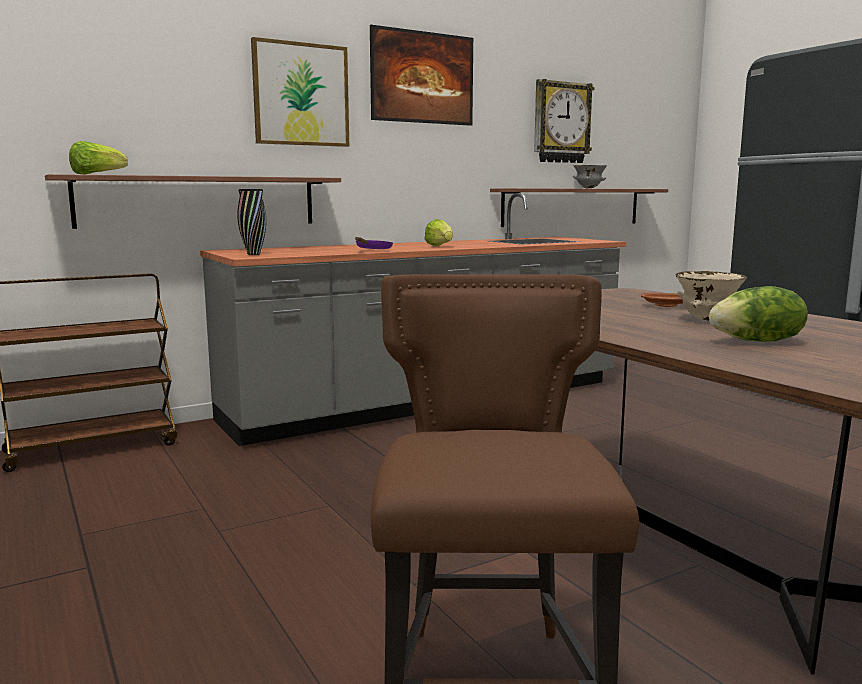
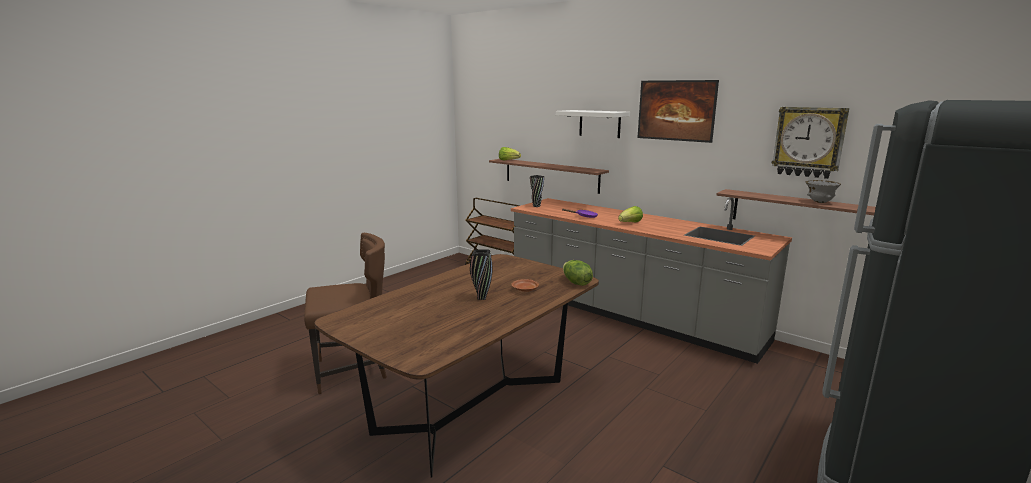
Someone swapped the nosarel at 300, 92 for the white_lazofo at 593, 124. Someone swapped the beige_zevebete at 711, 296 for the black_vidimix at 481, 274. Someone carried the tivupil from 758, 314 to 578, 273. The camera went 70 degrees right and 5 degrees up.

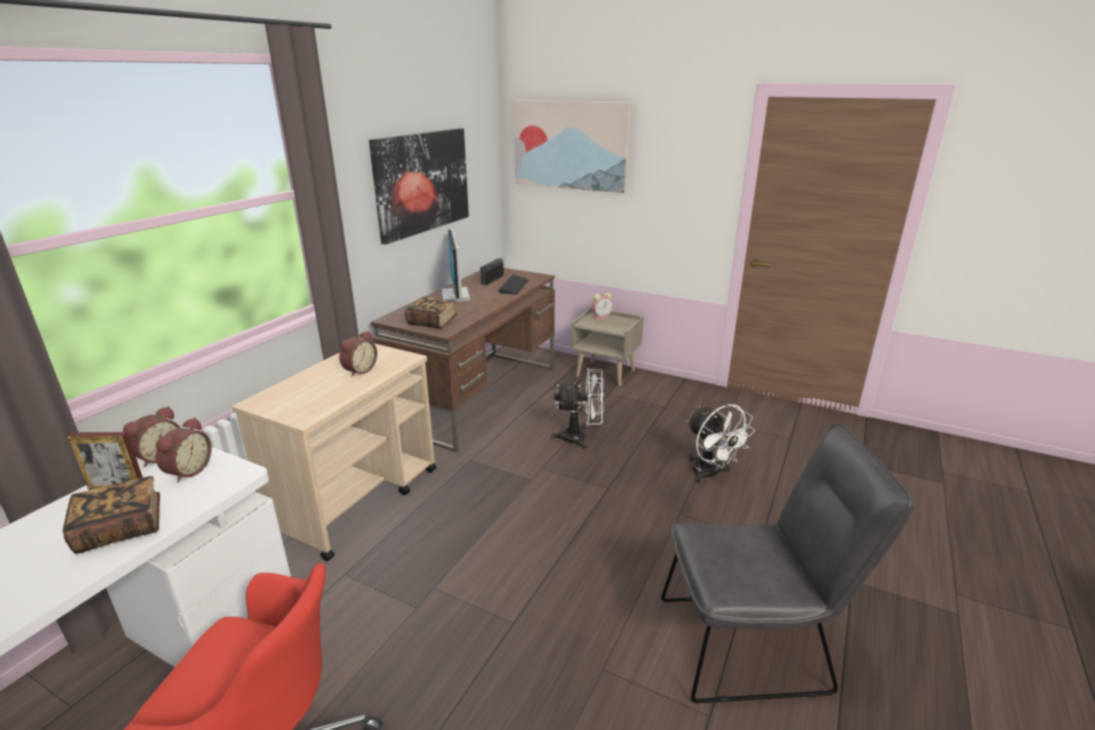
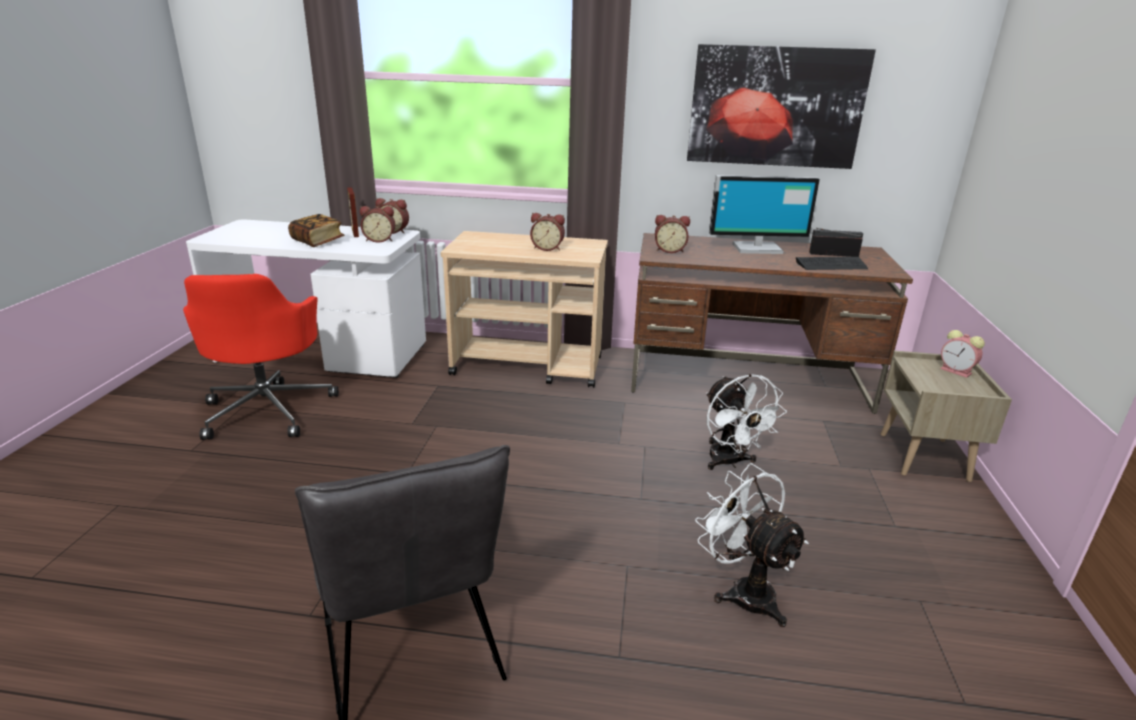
Someone took away the nosarel at 572, 146. Someone rotated the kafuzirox at 455, 265 by 150 degrees counterclockwise. Someone swapped the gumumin at 431, 313 for the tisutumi at 672, 234. Someone rotated the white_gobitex at 721, 444 by 105 degrees clockwise. The camera went 70 degrees right and 0 degrees up.

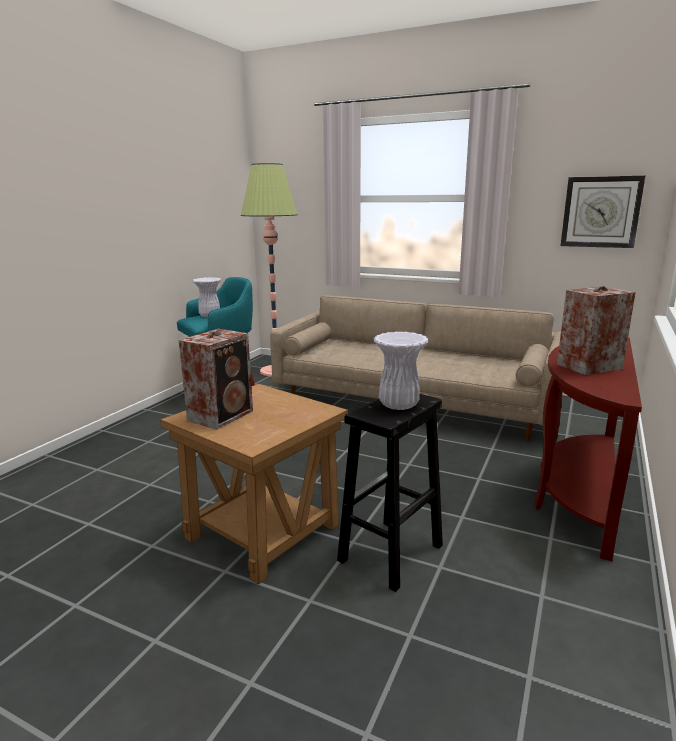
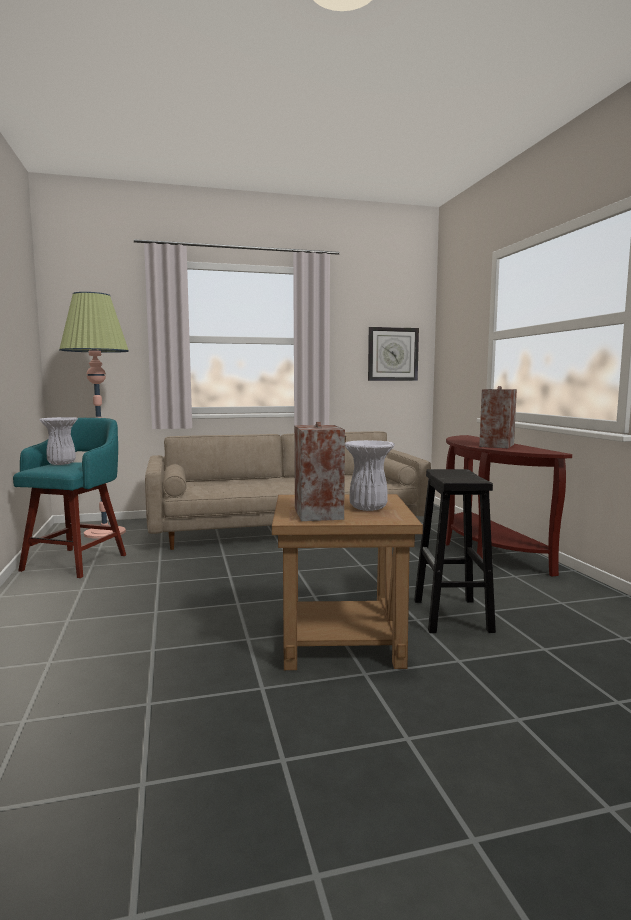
Someone carried the white_vidimix from 401, 371 to 370, 475. The camera went 40 degrees left and 10 degrees down.

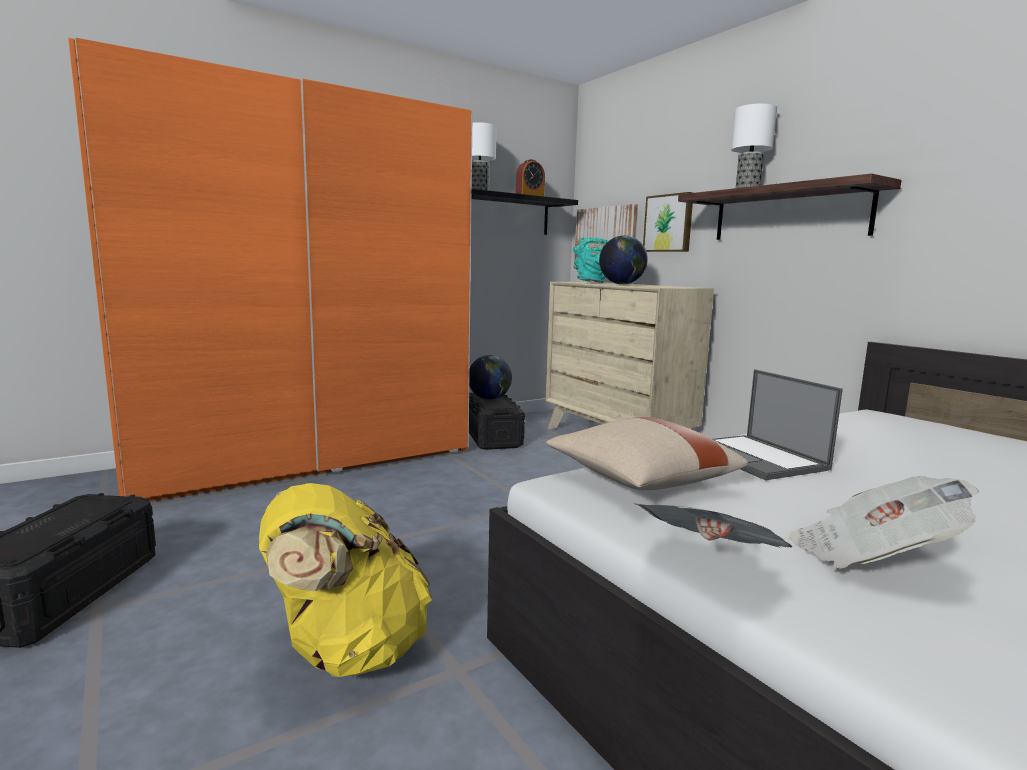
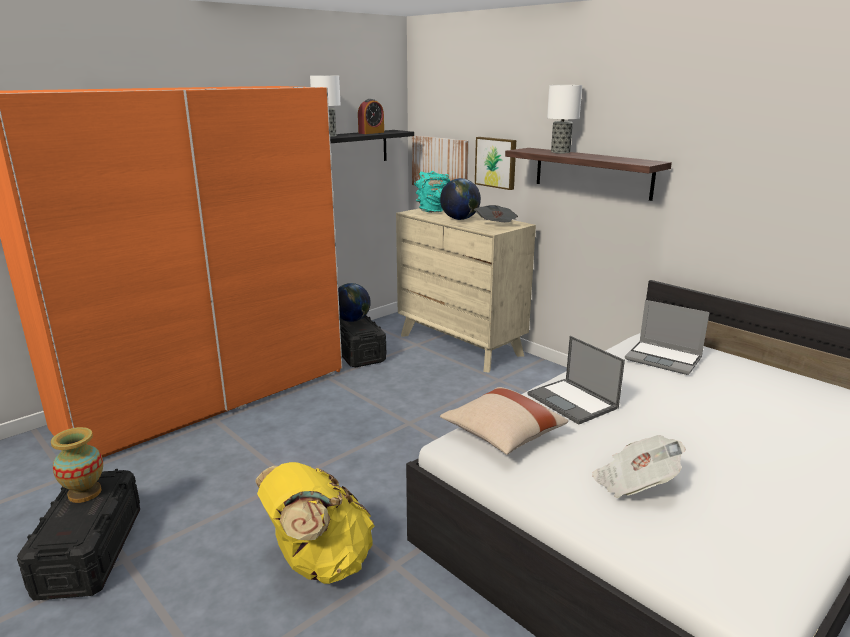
Someone carried the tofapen from 713, 525 to 496, 213. Someone put down the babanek at 667, 337. Someone put down the vidimix at 77, 465. The camera went 10 degrees left and 10 degrees up.

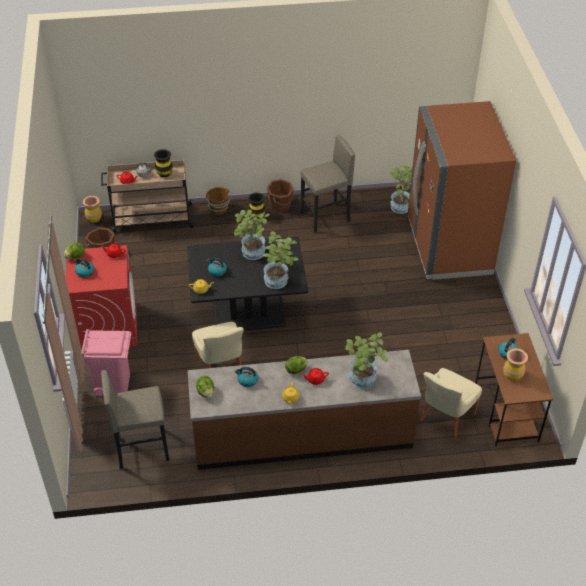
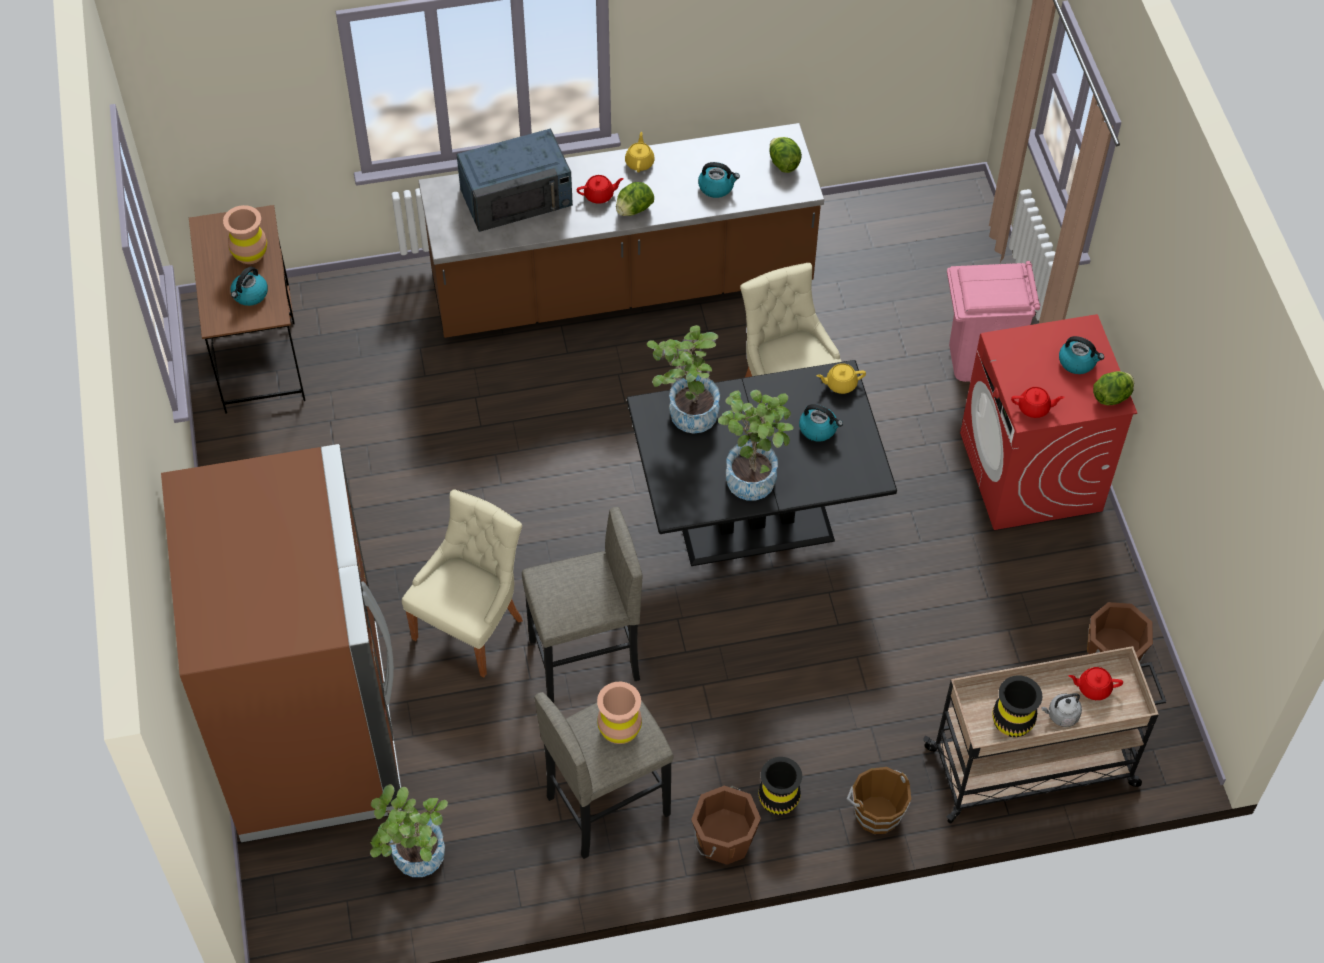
Someone carried the brown_vidimix from 92, 209 to 619, 713. Someone swapped the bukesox at 366, 360 for the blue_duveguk at 515, 180. Someone carried the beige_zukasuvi from 451, 403 to 462, 583. Someone carried the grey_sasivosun from 135, 419 to 582, 605. The camera went 175 degrees right and 10 degrees up.

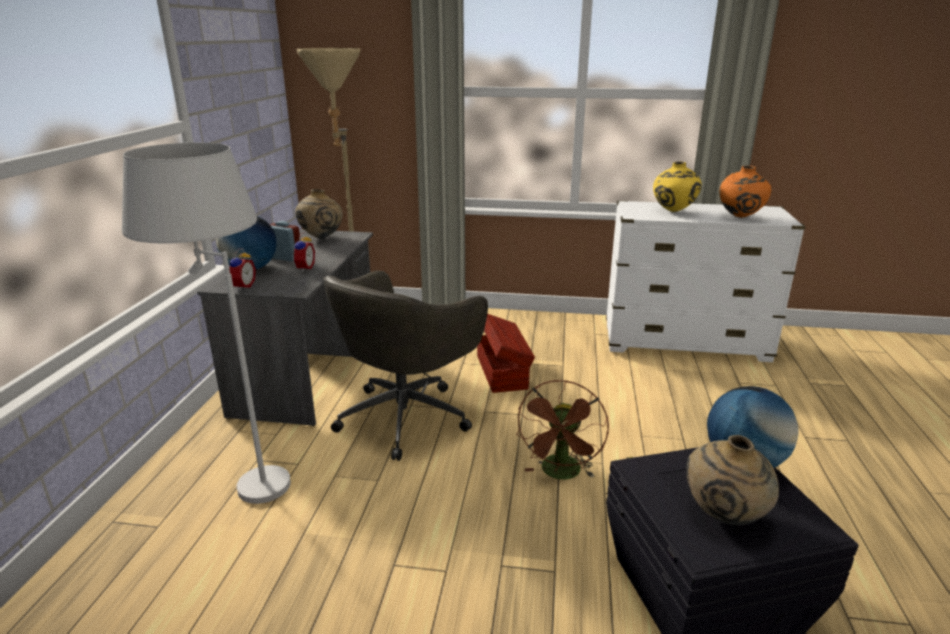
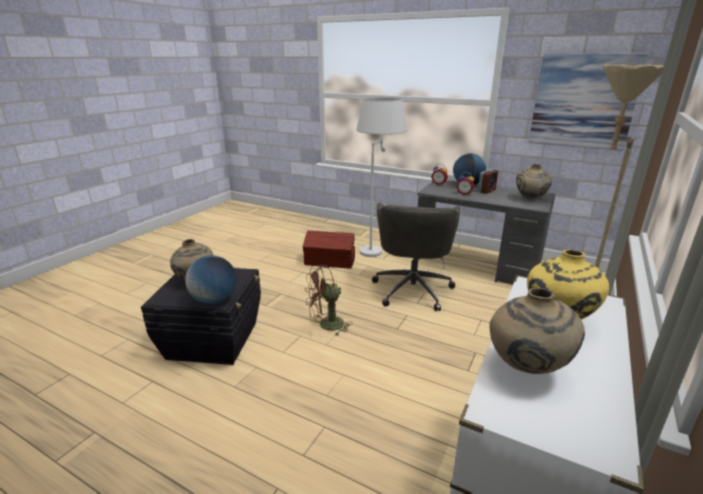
Someone repainted the orange_vidimix at 745, 192, which became the beige_vidimix at 537, 331. Someone rotated the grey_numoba at 405, 366 by 135 degrees counterclockwise. Someone carried the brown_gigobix from 506, 353 to 329, 250. Someone rotated the brown_gobitex at 562, 429 by 60 degrees counterclockwise. Someone put up the nosarel at 589, 102. The camera went 110 degrees right and 0 degrees up.

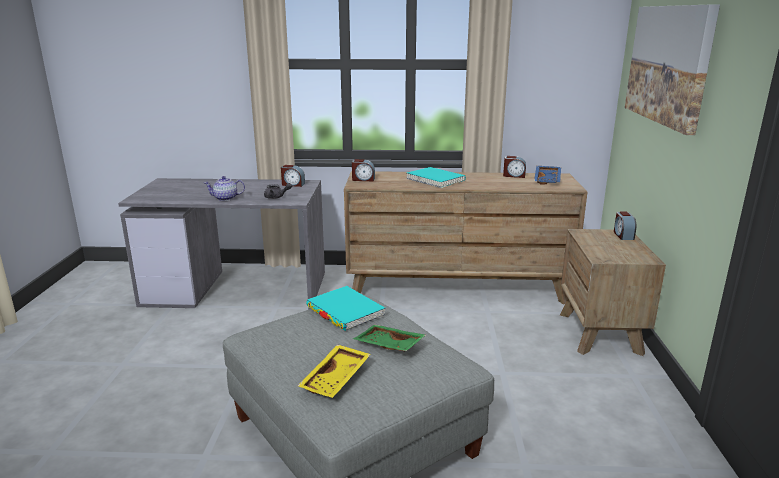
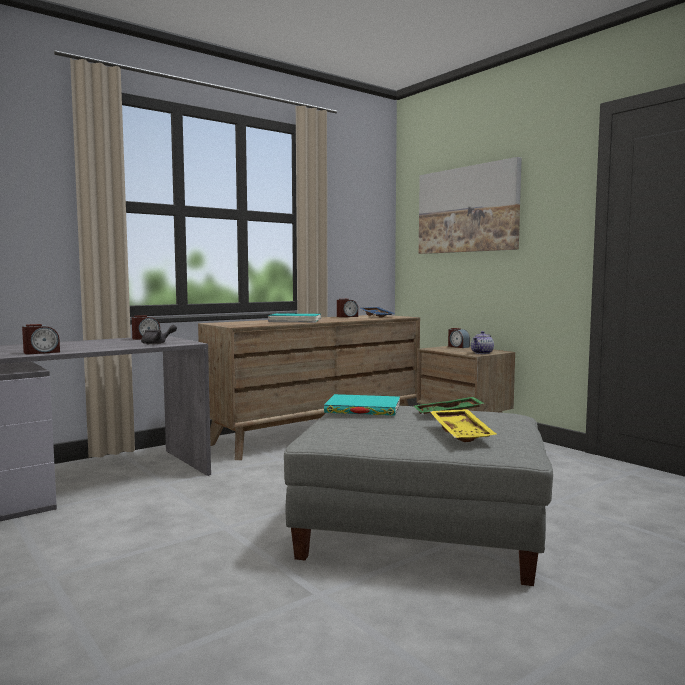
Someone carried the tisutumi from 363, 170 to 41, 339. Someone carried the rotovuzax from 224, 188 to 482, 342. The camera went 40 degrees left and 15 degrees down.

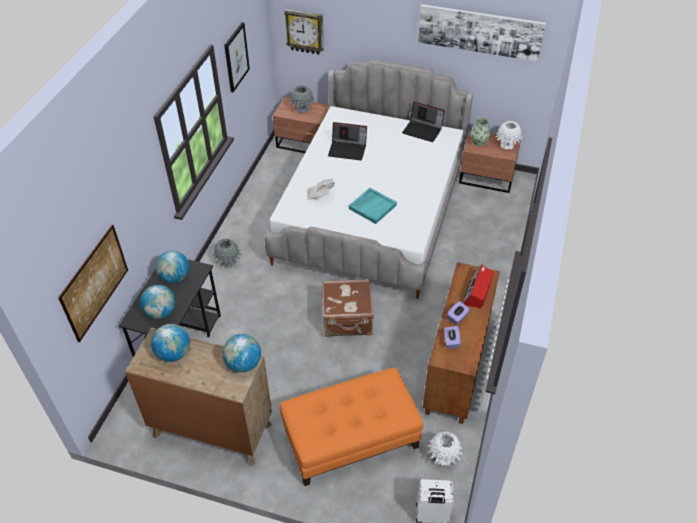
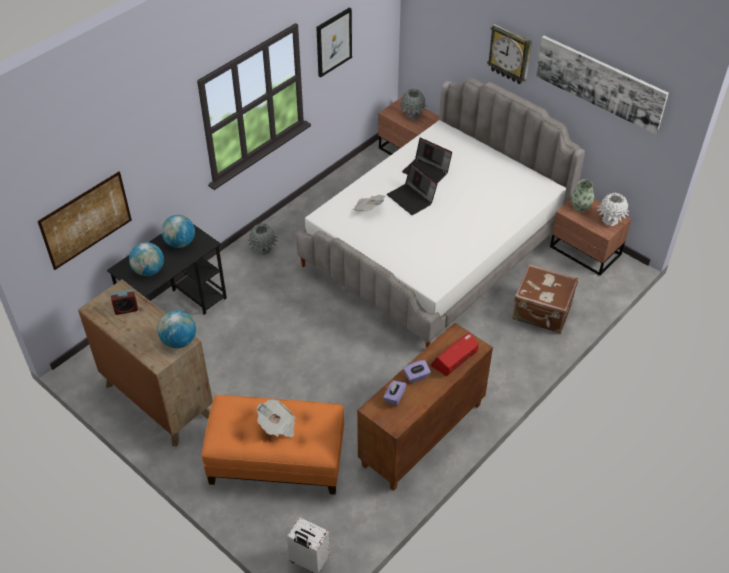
Someone carried the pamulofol from 304, 32 to 509, 54. Someone carried the babanek from 423, 122 to 412, 189. Someone took away the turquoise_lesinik at 373, 206. Someone carried the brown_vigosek from 348, 308 to 545, 299. Someone swapped the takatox at 170, 343 for the tisutumi at 124, 302. Someone took away the white_vidimix at 445, 449. Someone put down the tofapen at 276, 418. The camera went 25 degrees right and 0 degrees up.

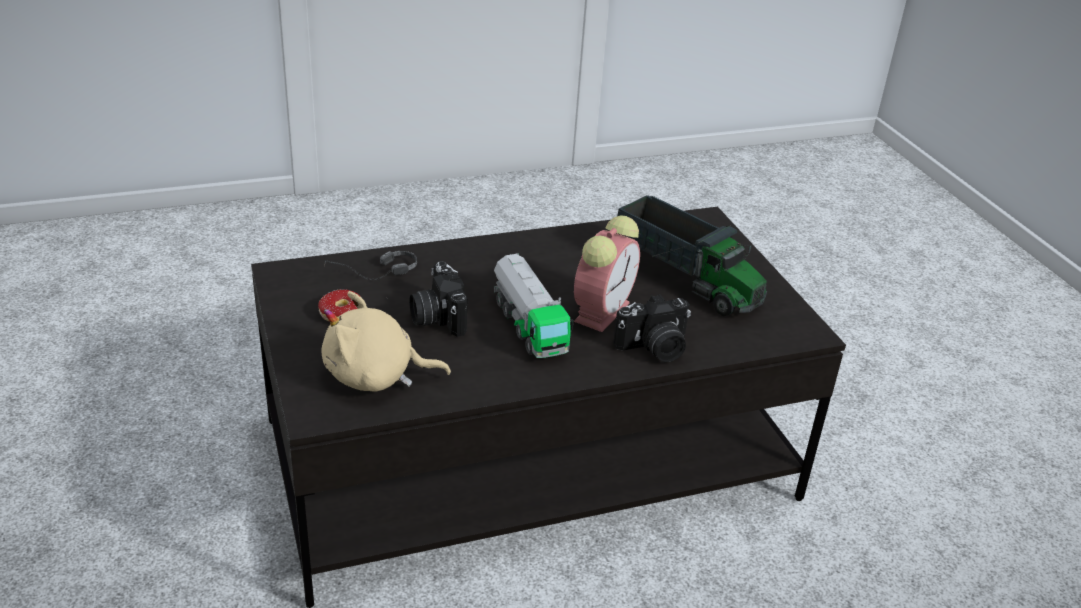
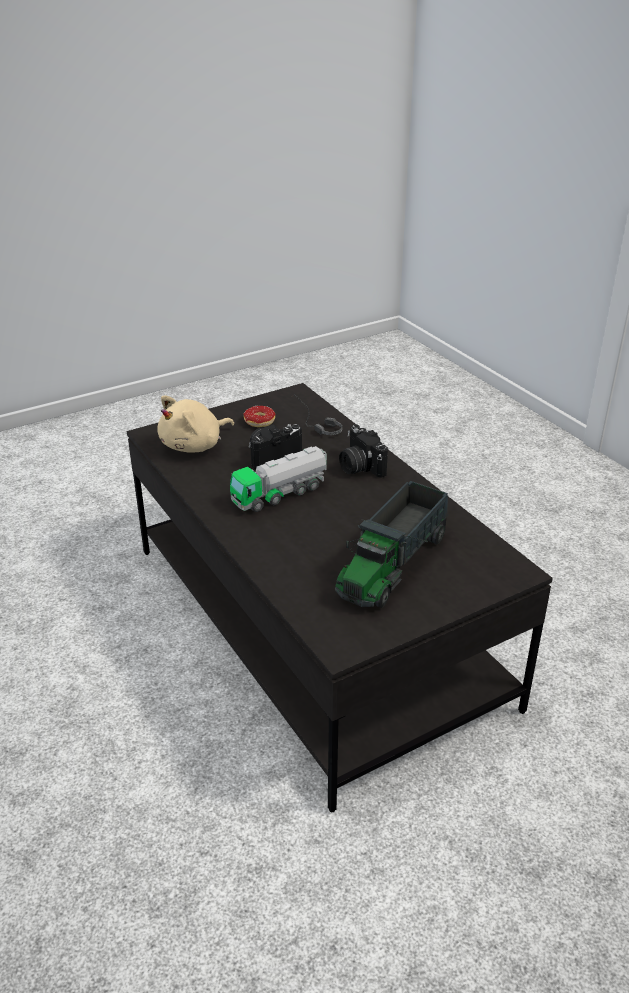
Someone took away the tisutumi at 607, 273. Someone rotated the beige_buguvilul at 386, 341 by 120 degrees counterclockwise. Someone carried the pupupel from 652, 328 to 363, 451. The camera went 80 degrees right and 0 degrees up.

